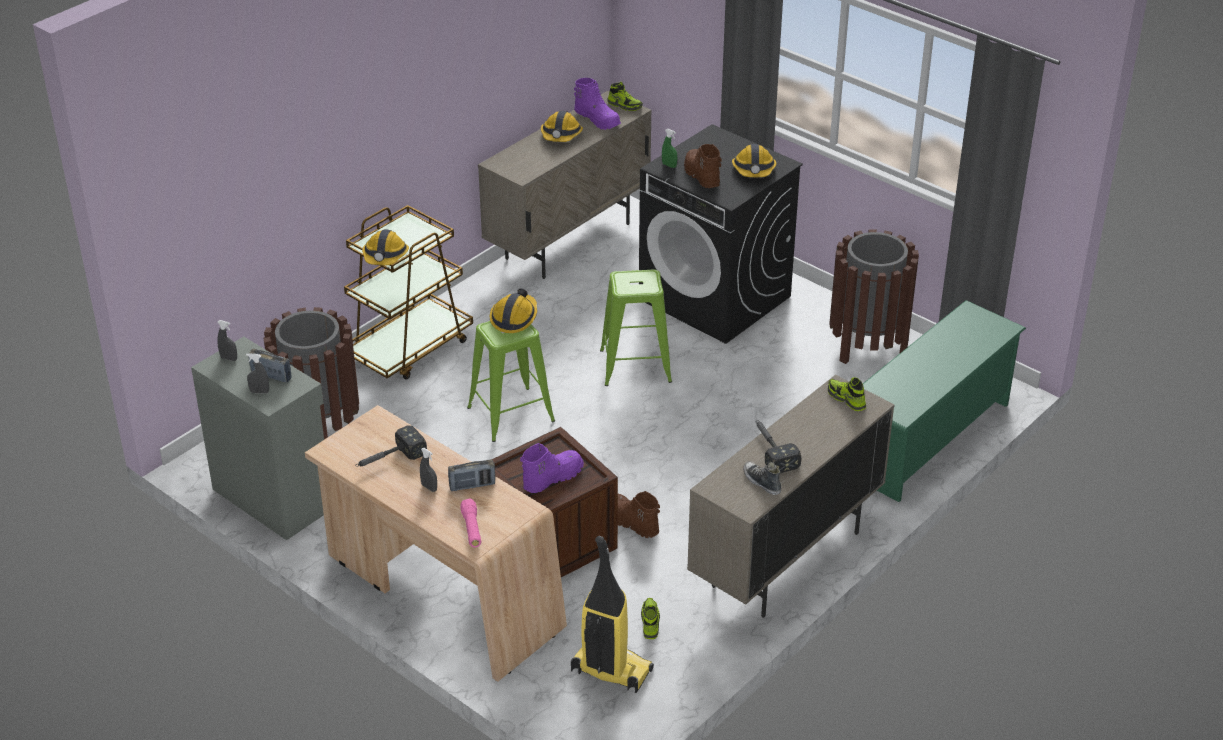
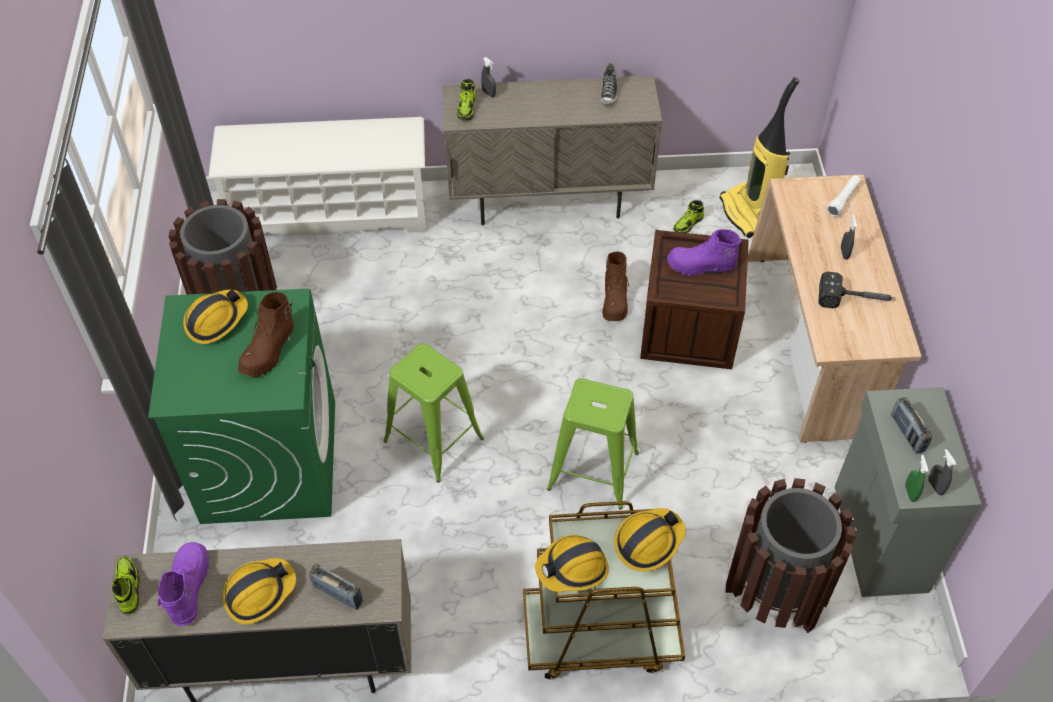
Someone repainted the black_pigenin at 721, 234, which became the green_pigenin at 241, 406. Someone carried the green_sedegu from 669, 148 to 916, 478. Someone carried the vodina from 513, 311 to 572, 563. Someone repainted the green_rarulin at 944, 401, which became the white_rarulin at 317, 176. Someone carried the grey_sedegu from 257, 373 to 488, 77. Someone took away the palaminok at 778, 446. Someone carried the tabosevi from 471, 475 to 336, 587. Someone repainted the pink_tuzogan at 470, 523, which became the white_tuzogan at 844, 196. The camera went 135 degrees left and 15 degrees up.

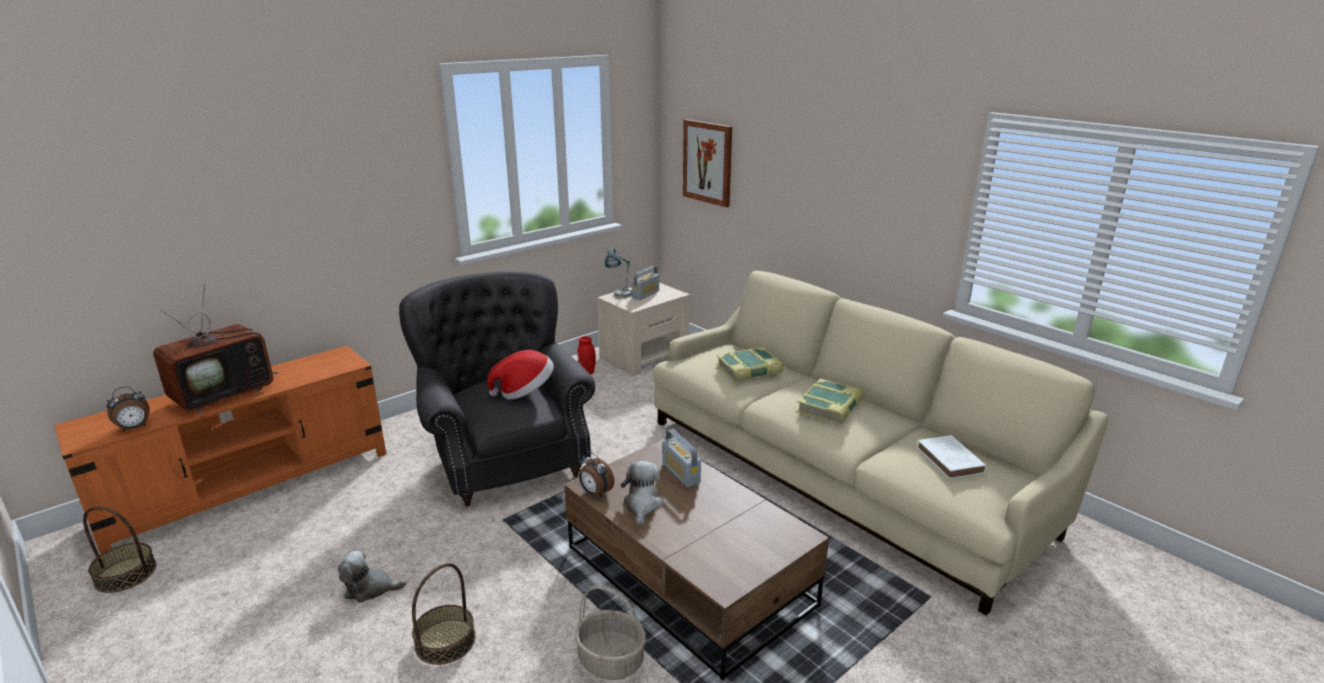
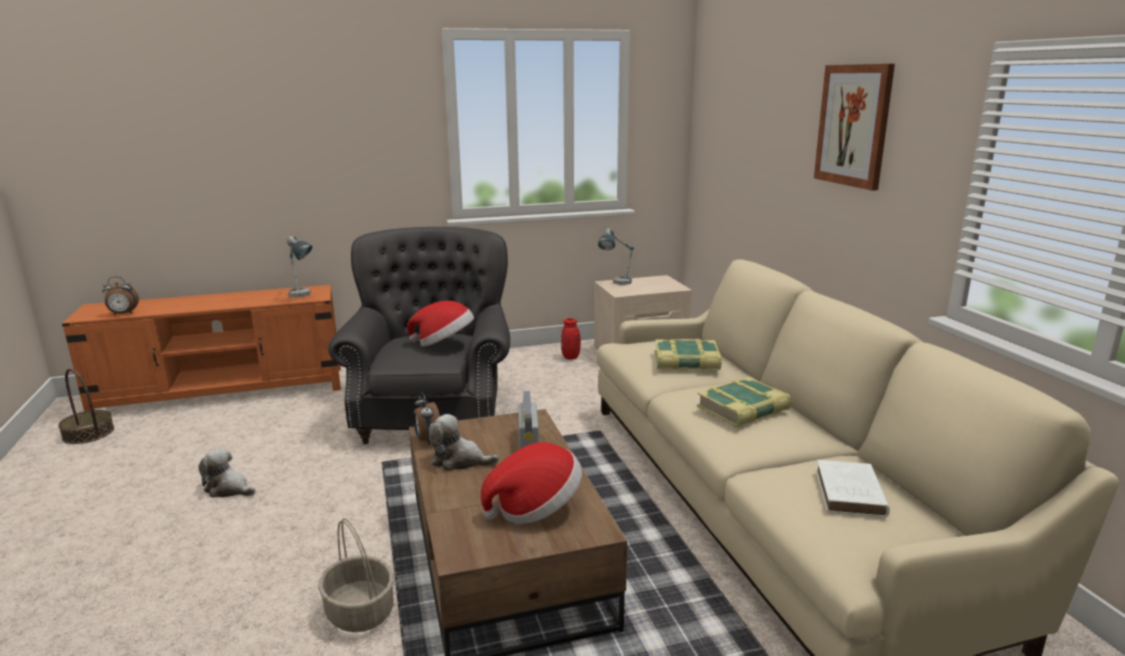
Someone carried the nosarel from 707, 163 to 854, 127. Someone took away the tabosevi at 645, 283. Someone took away the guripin at 215, 348. Someone rotated the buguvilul at 642, 493 by 105 degrees counterclockwise. Someone took away the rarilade at 443, 614. Someone put down the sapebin at 300, 266. Someone put down the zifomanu at 531, 483. The camera went 25 degrees right and 5 degrees down.

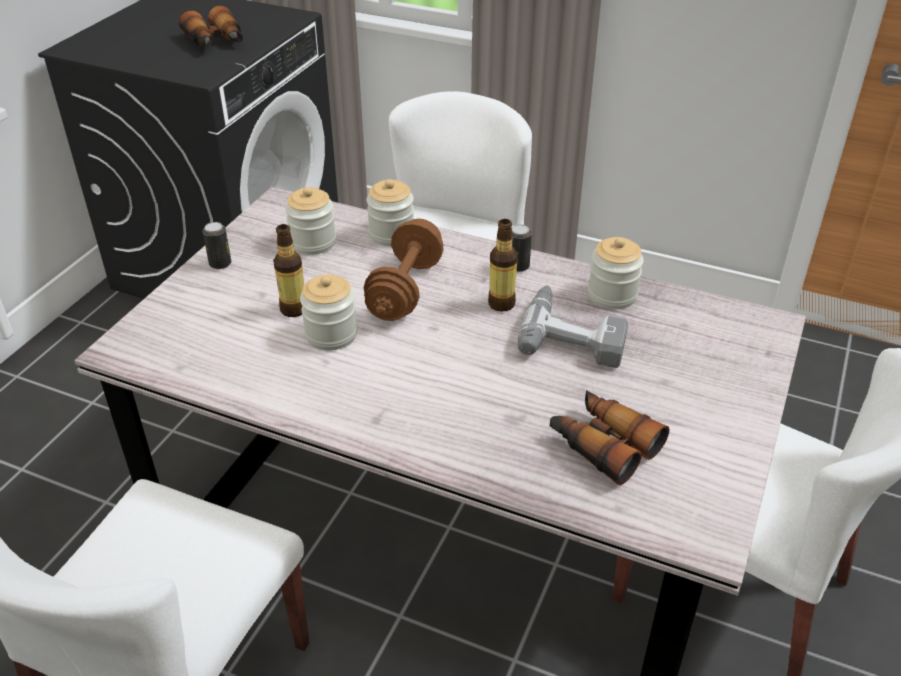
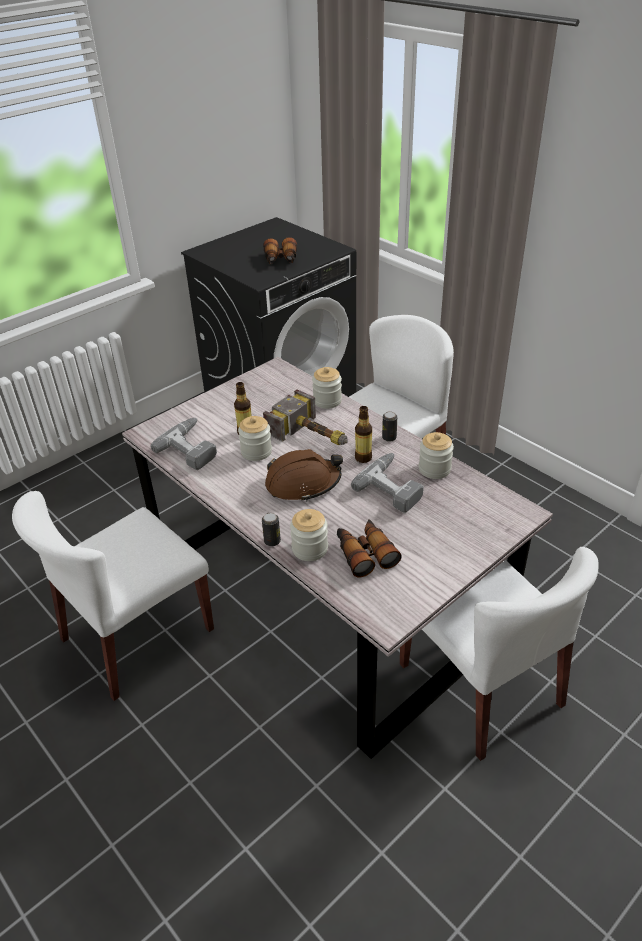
Someone carried the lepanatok from 310, 221 to 309, 535. Someone swapped the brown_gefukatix at 403, 270 for the palaminok at 305, 417. Someone carried the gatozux from 216, 245 to 271, 529. Someone put down the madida at 184, 444. Someone put down the brown_vodina at 304, 475. The camera went 25 degrees right and 0 degrees up.

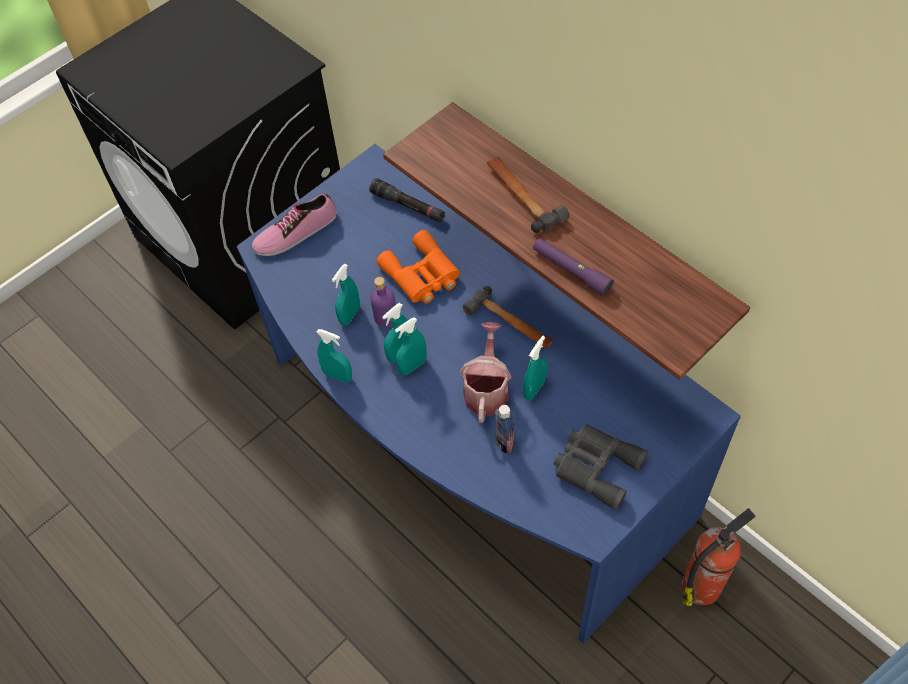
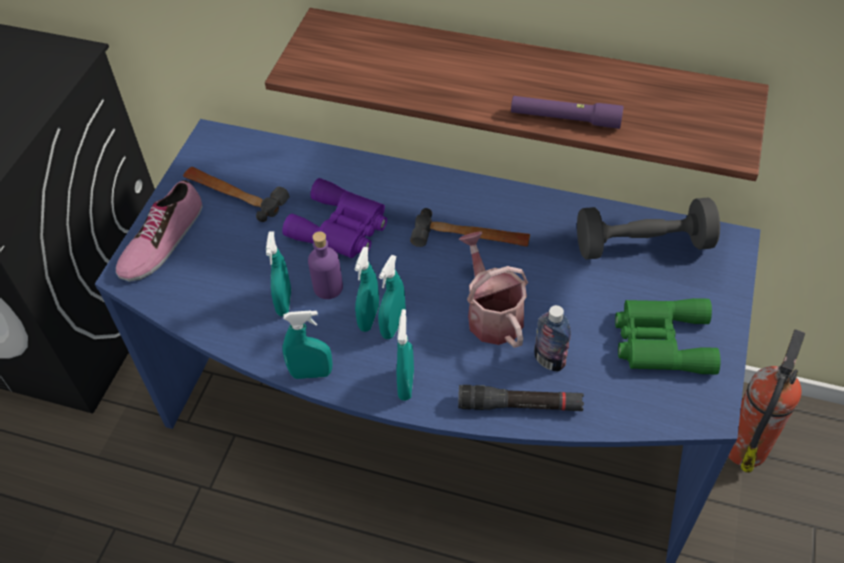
Someone carried the palaminok from 528, 195 to 236, 194. Someone carried the black_tuzogan from 407, 200 to 521, 398. Someone repainted the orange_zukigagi at 418, 267, which became the purple_zukigagi at 334, 218. Someone carried the turquoise_sedegu from 535, 368 to 405, 355. Someone repainted the grey_zukigagi at 601, 467, which became the green_zukigagi at 668, 336. Someone put down the grey_gefukatix at 648, 228. The camera went 30 degrees left and 5 degrees down.

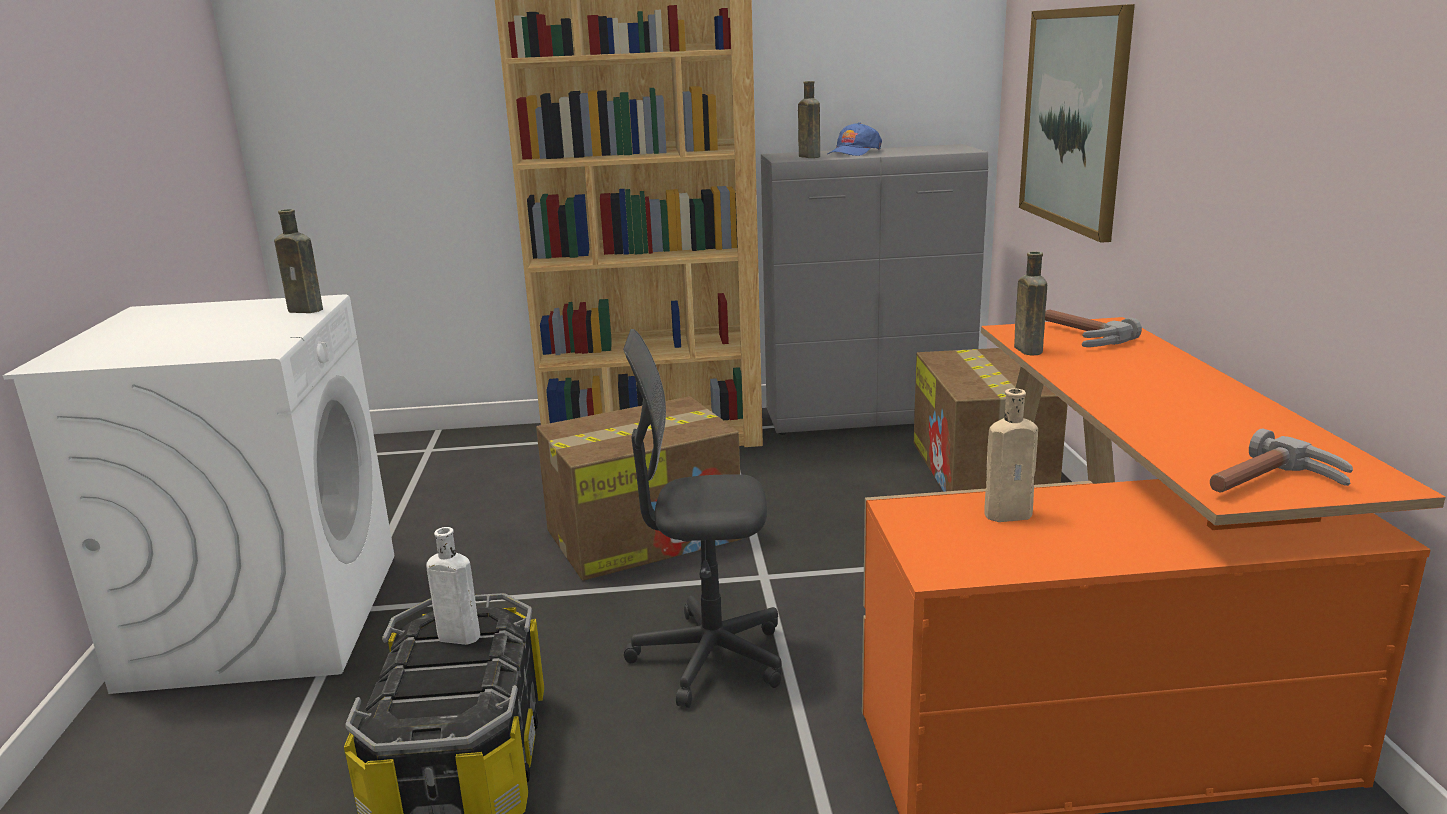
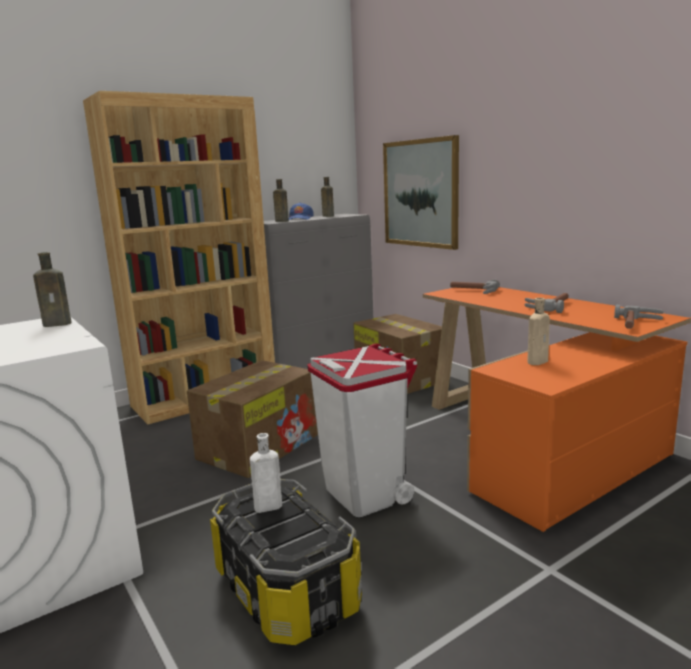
Someone carried the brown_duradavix from 1030, 303 to 327, 197. Someone swapped the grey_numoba at 702, 518 for the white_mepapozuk at 362, 430. Someone put down the palaminok at 546, 303. The camera went 30 degrees left and 5 degrees down.

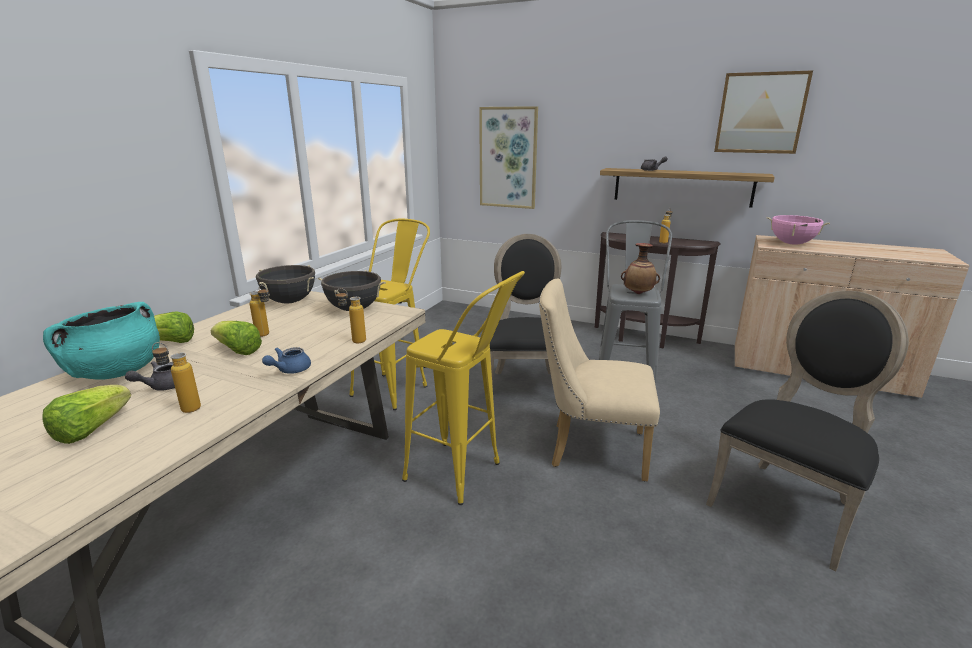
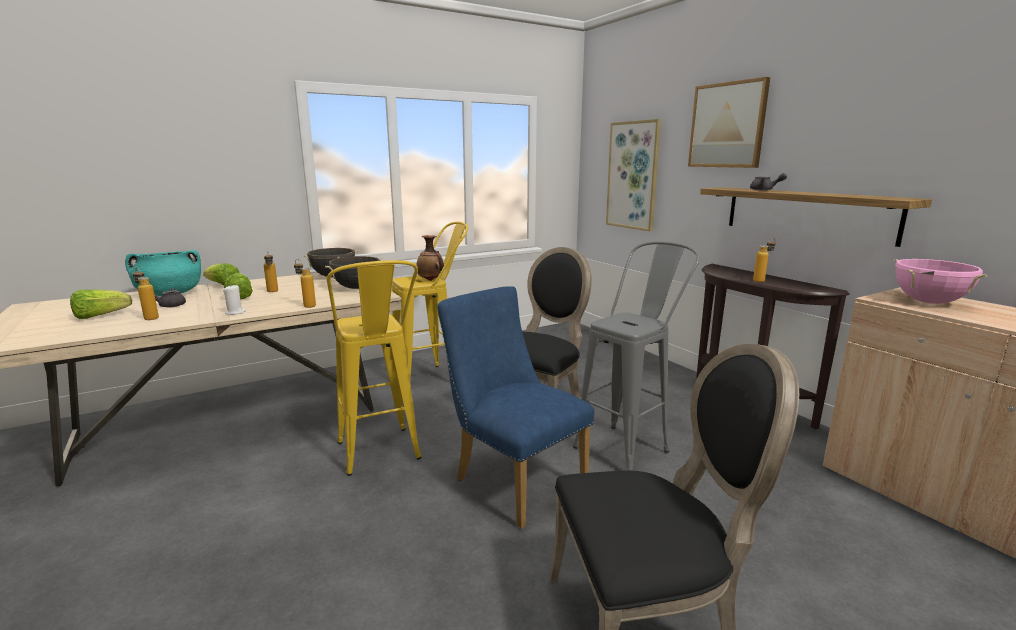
Someone carried the nosarel from 763, 112 to 729, 122. Someone carried the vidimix from 640, 268 to 430, 258. Someone repainted the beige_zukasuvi at 599, 380, which became the blue_zukasuvi at 515, 407. Someone swapped the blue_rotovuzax at 286, 360 for the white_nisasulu at 234, 300. The camera went 35 degrees right and 5 degrees down.

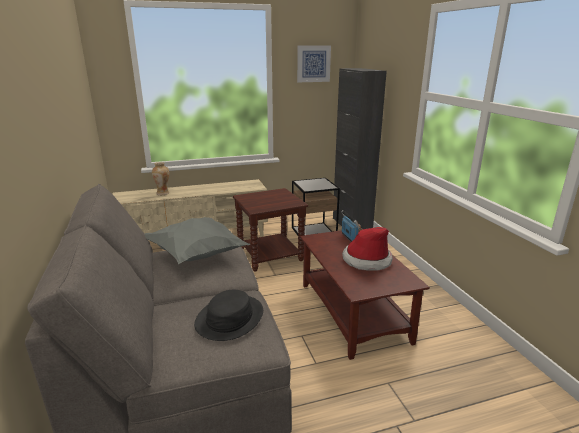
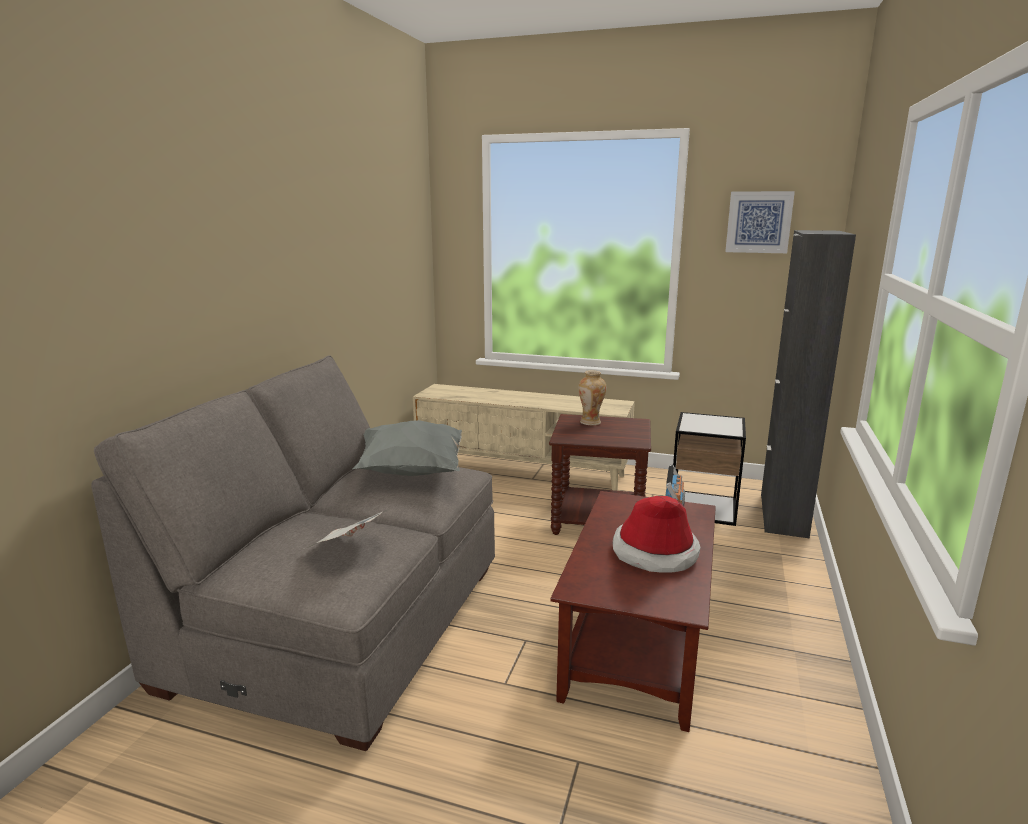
Someone carried the vidimix from 160, 178 to 592, 397. Someone swapped the black_zifomanu at 228, 315 for the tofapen at 348, 528. The camera went 35 degrees right and 5 degrees down.

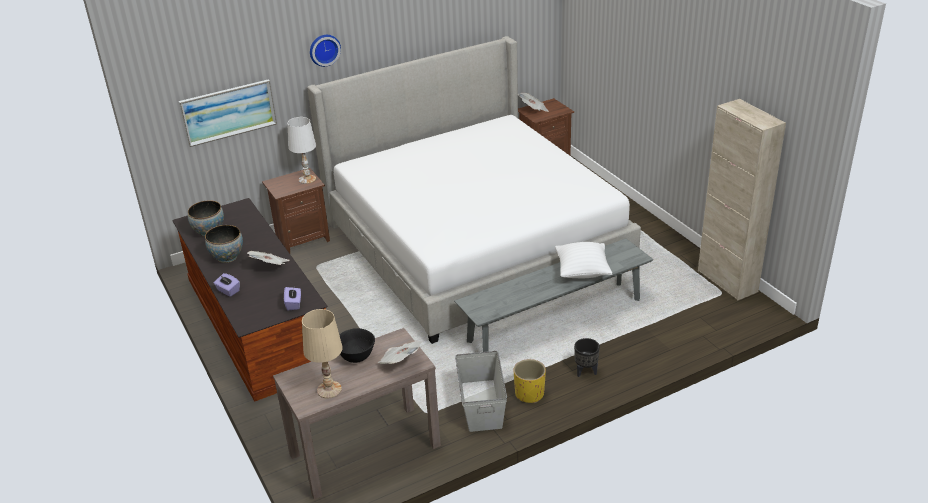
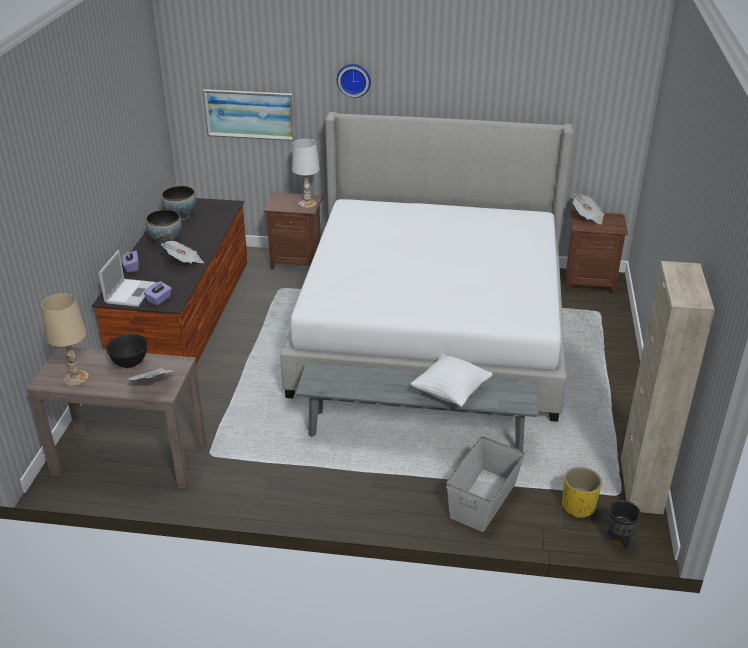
Someone carried the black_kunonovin from 587, 357 to 623, 525. Someone carried the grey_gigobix from 481, 391 to 485, 484. Someone carried the yellow_kunonovin from 530, 381 to 582, 492. Someone put down the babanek at 127, 278. The camera went 35 degrees right and 0 degrees up.

